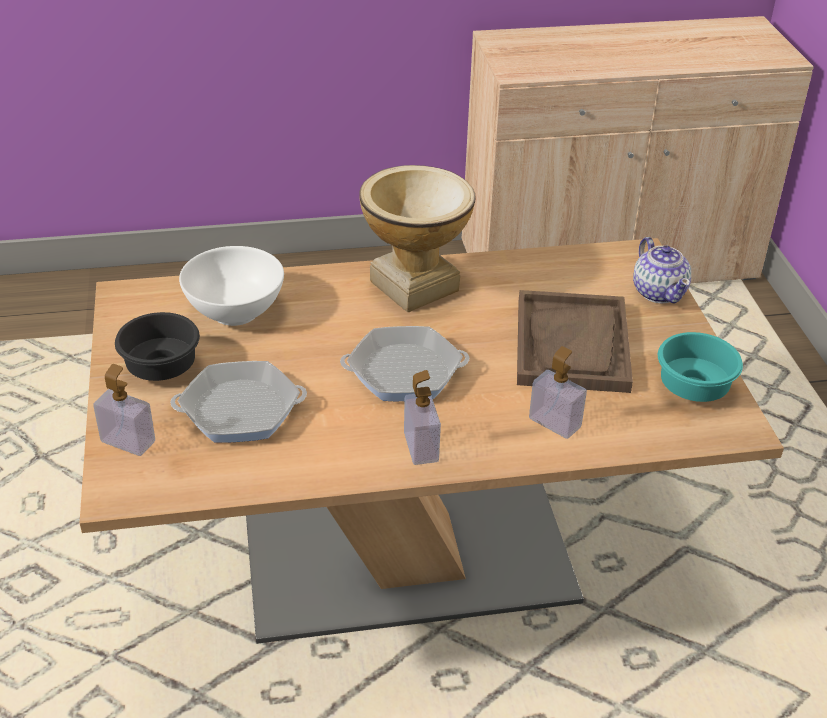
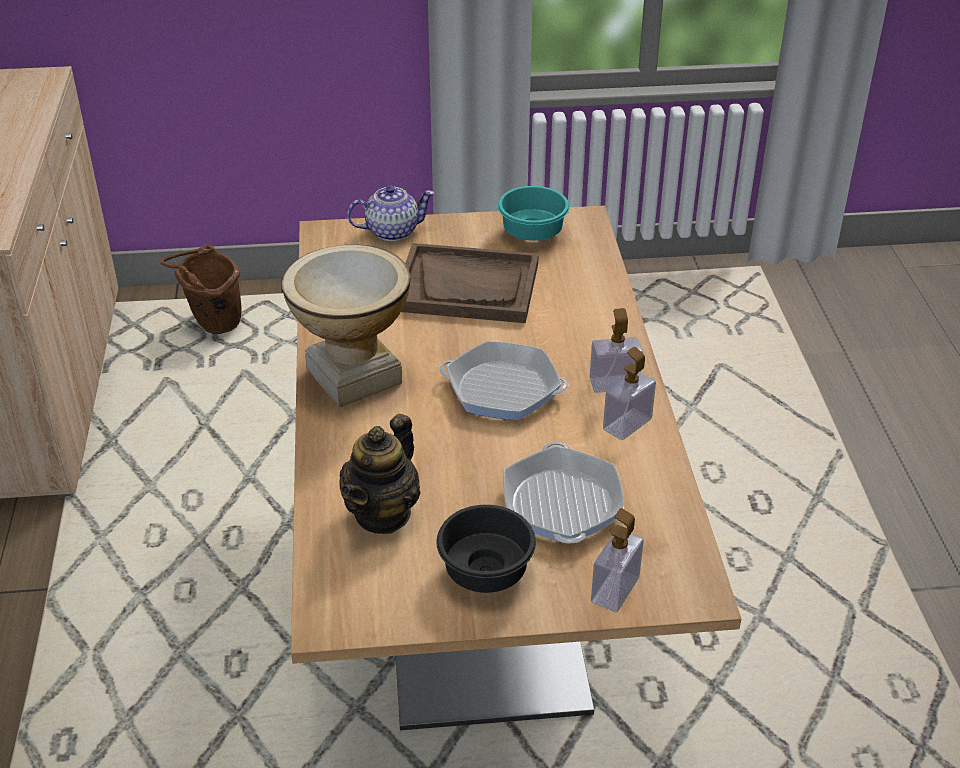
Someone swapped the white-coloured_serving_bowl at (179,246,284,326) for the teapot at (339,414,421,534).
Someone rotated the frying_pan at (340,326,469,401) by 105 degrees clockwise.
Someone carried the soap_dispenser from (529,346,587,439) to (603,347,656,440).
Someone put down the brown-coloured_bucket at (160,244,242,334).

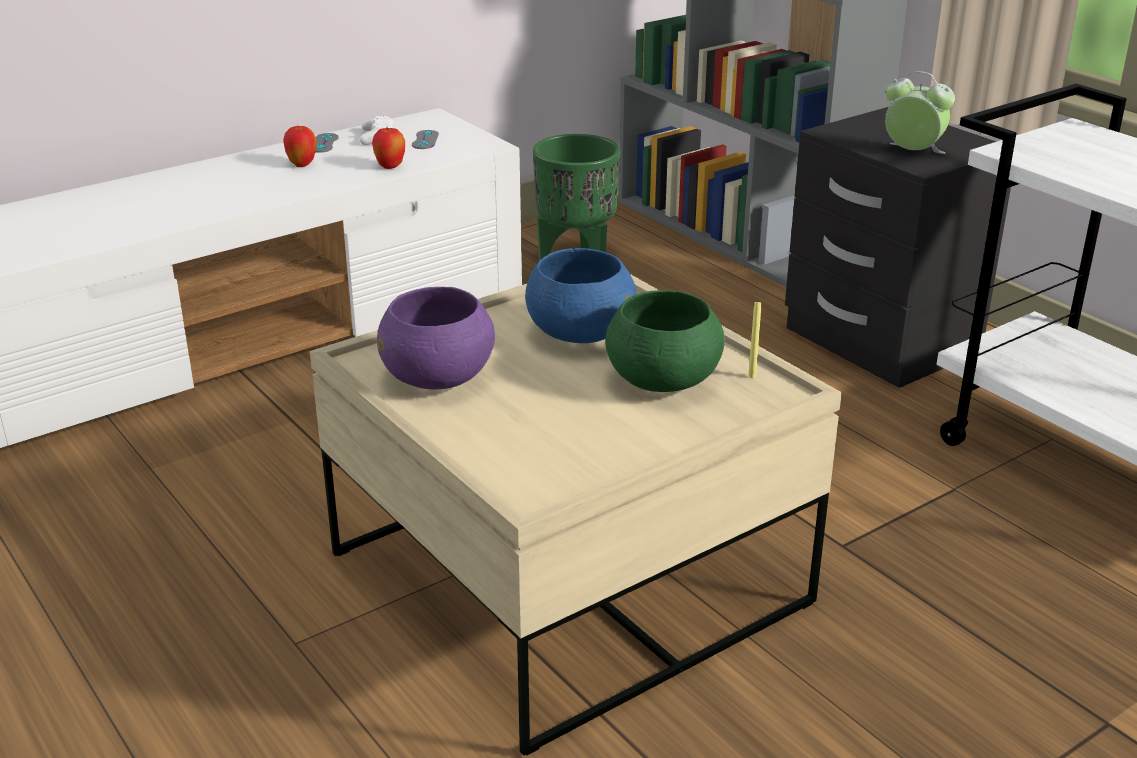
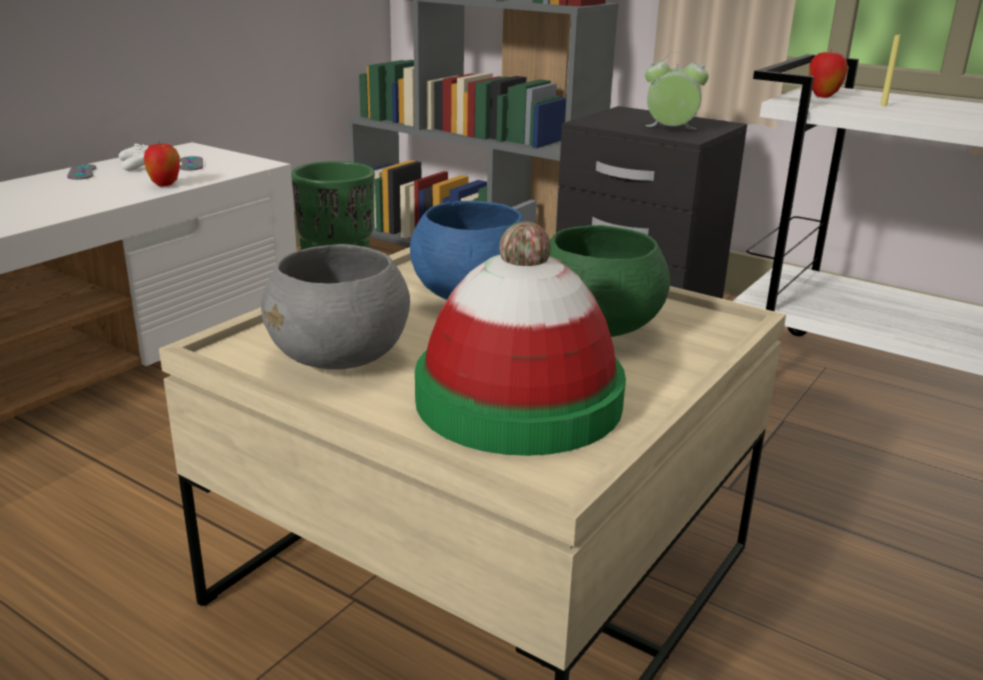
Someone carried the apple from (283,126,316,167) to (809,49,848,98).
Someone repainted the purple_serving_bowl at (377,287,495,389), which became the greyish_serving_bowl at (261,244,410,370).
Someone carried the yellowish_wax_light from (748,302,761,378) to (880,35,901,106).
Someone put down the wearable_hat at (415,221,626,456).

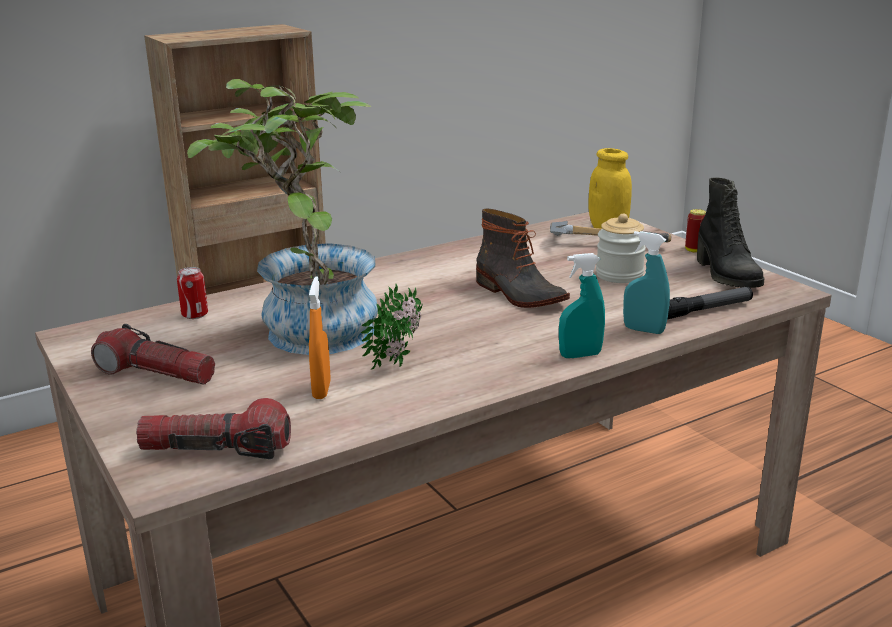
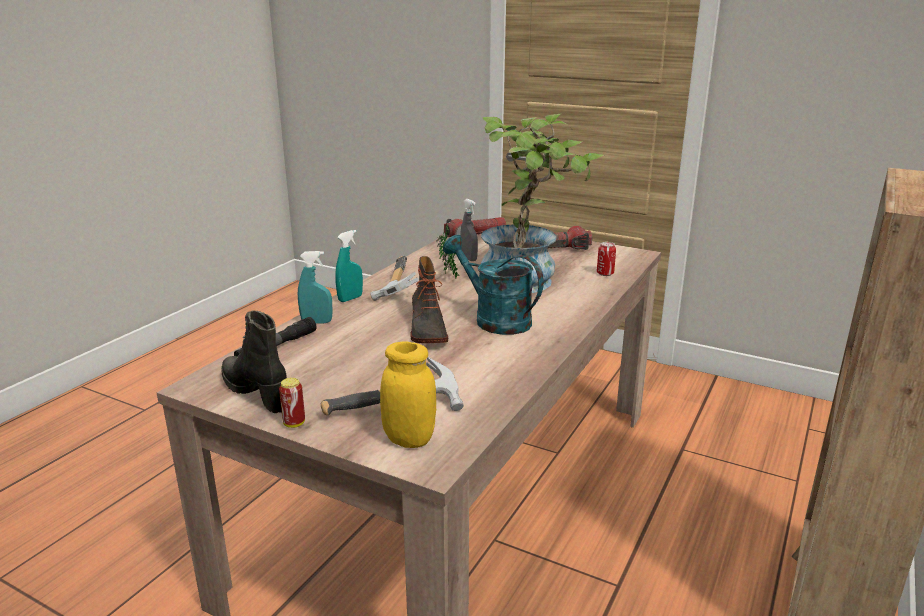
Someone repainted the orange_spray_bottle at (309,276,331,399), which became the greyish_spray_bottle at (460,199,478,261).
Someone rotated the tall_boot at (476,209,570,308) by 120 degrees counterclockwise.
Someone took away the storage_jar at (596,214,646,283).
Someone put down the hand_hammer at (370,256,419,301).
Someone put down the turquoise_sprinkling_can at (443,235,544,335).

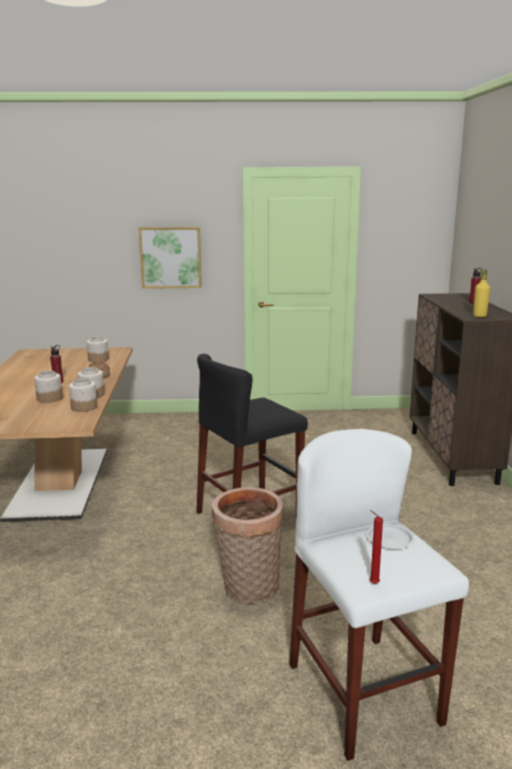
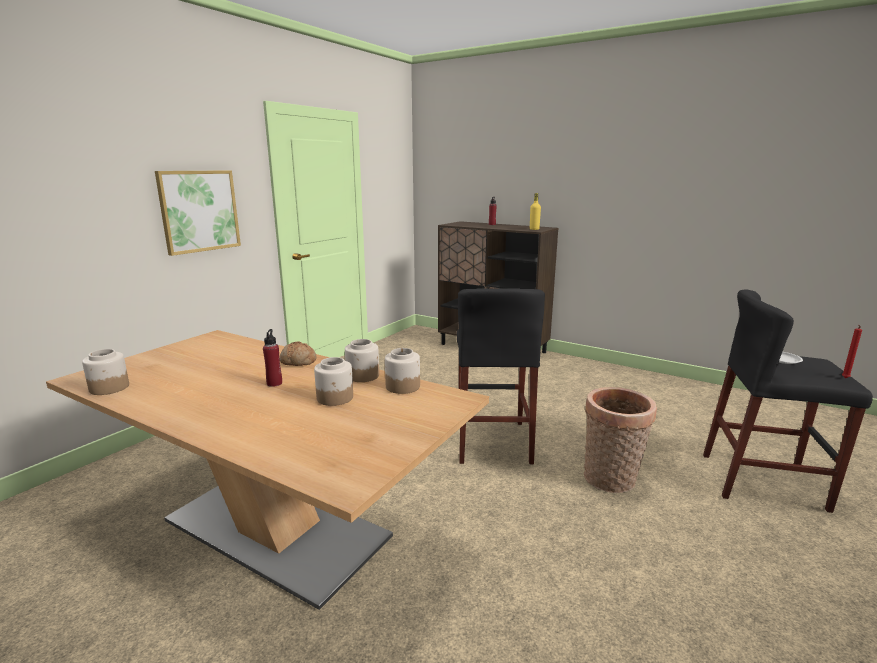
Someone carried the storage_jar from (86,337,109,362) to (82,349,129,395).
Someone repainted the white-coloured_sitting_stool at (289,429,469,761), which became the black-coloured_sitting_stool at (703,289,873,513).

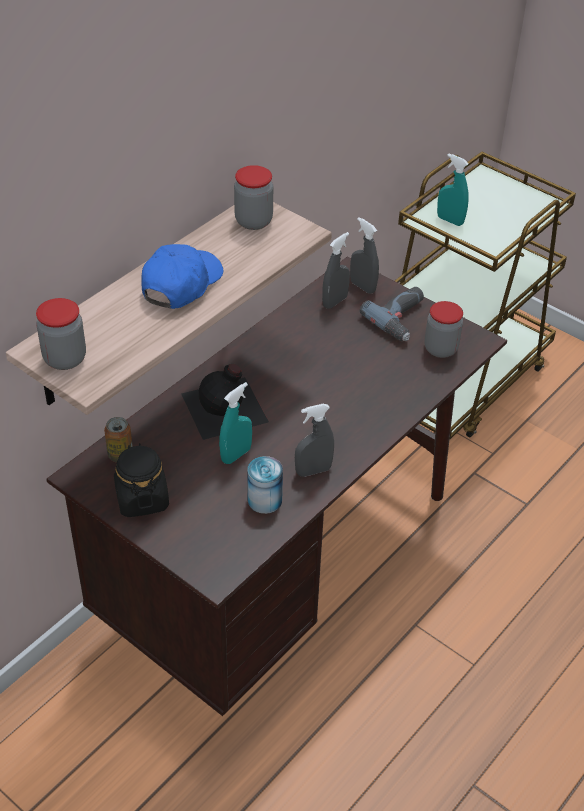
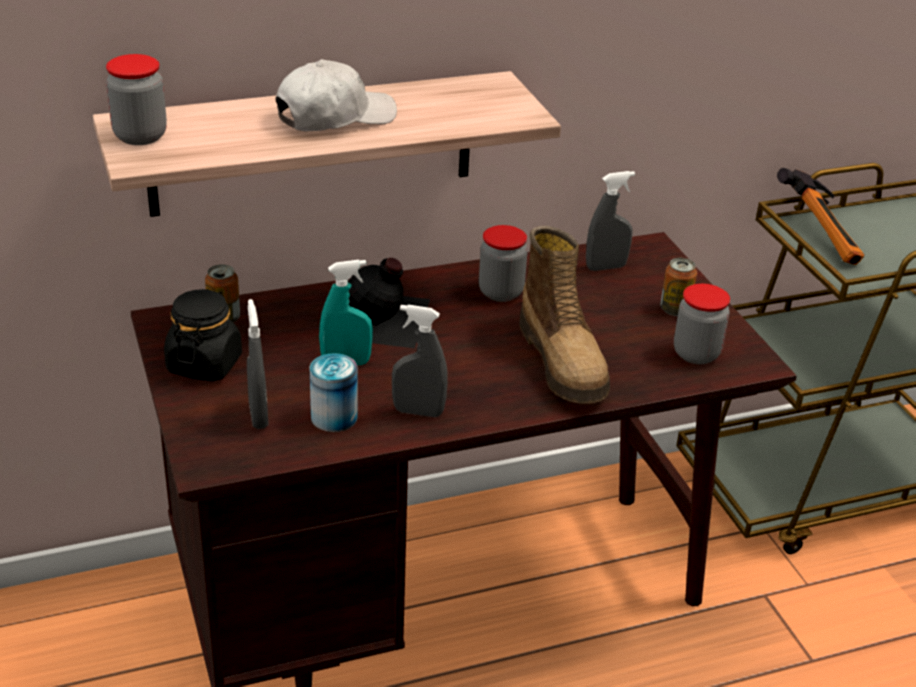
Someone repainted the blue_peaked_cap at (141,244,223,309), which became the white-coloured_peaked_cap at (275,59,397,132).
Someone carried the storage_jar from (234,165,273,230) to (479,225,528,302).
Someone carried the greyish_spray_bottle from (350,217,379,294) to (247,299,269,429).
Someone swapped the electric_drill at (359,287,424,341) for the sealed_can at (660,258,697,316).
Someone swapped the turquoise_spray_bottle at (437,153,469,226) for the hand_hammer at (777,168,864,265).
Someone put down the tall_boot at (519,226,610,404).

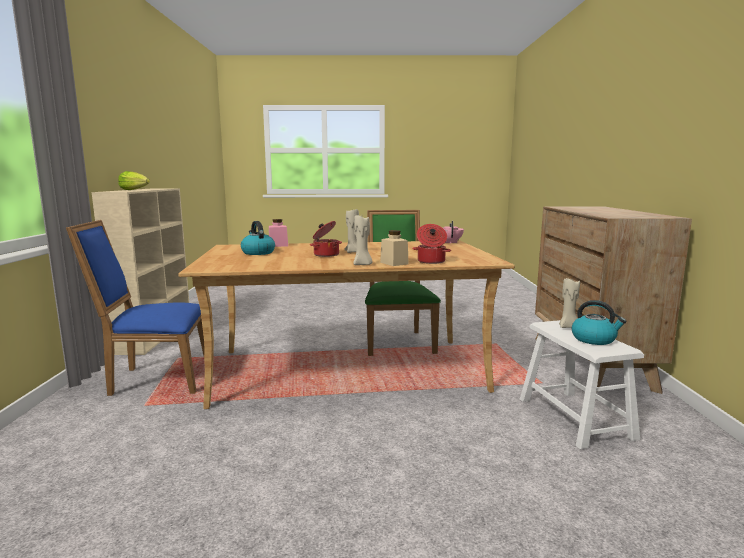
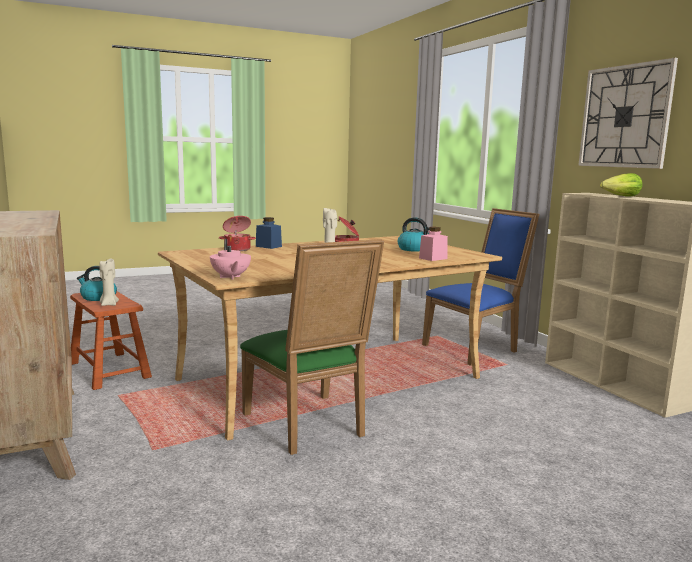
Someone took away the sand-coloured_wax_light at (353,215,372,265).
Someone repainted the sand-coloured_storage_jar at (380,230,409,266), which became the blue_storage_jar at (256,217,282,249).
Someone repainted the white-coloured_sitting_stool at (520,320,644,449), which became the brown-coloured_sitting_stool at (70,291,152,390).
Someone put up the wall_clock at (578,58,678,169).

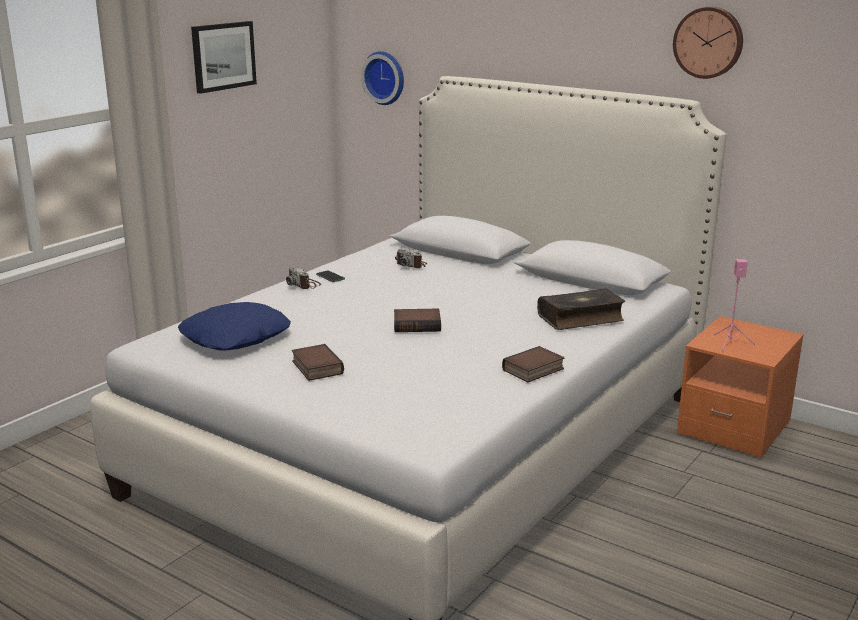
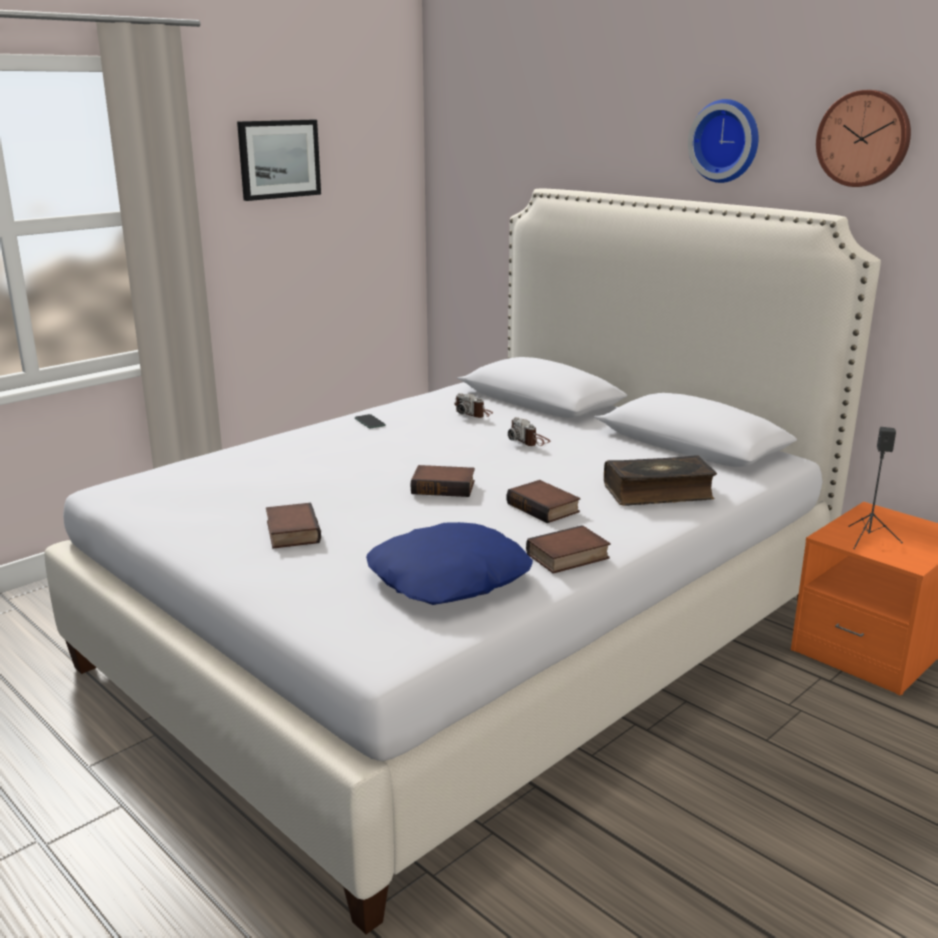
Someone carried the blue_pillow from (178,302,291,351) to (366,522,533,605).
Someone carried the still_camera from (286,267,321,289) to (508,417,550,446).
Someone carried the wall_clock from (361,51,404,105) to (688,99,758,183).
Someone repainted the pinkish_speaker at (714,259,755,352), which became the black-coloured_speaker at (848,427,903,549).
Someone put down the book at (506,480,580,523).

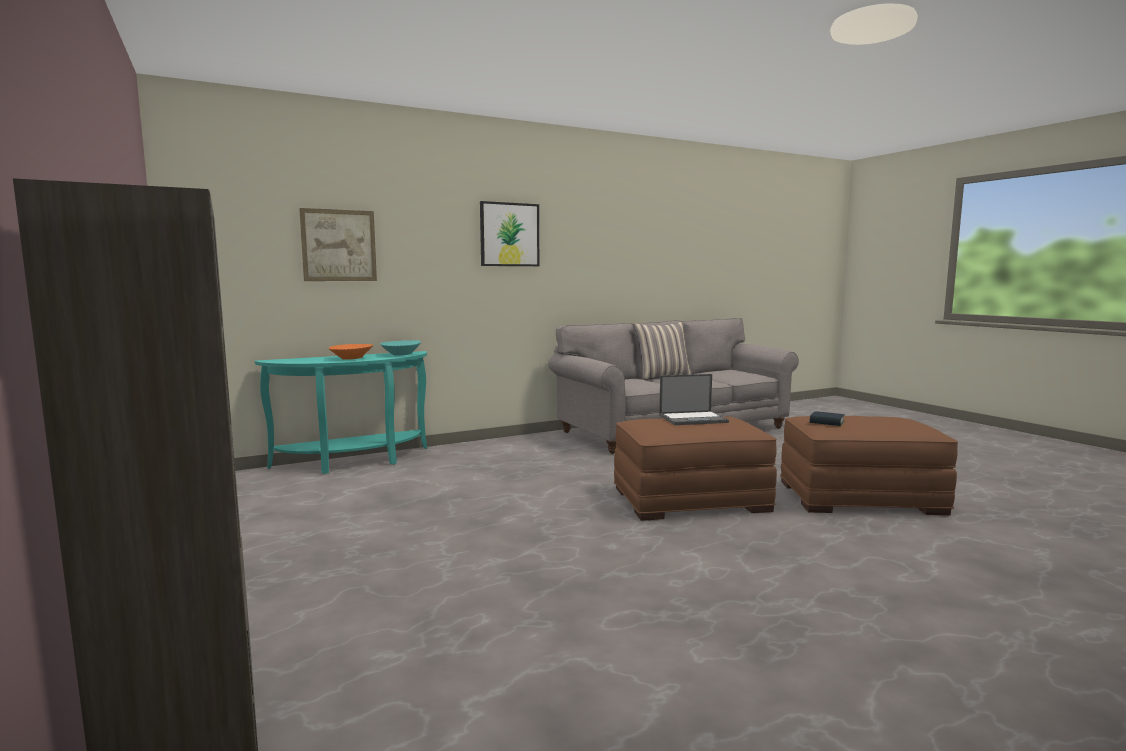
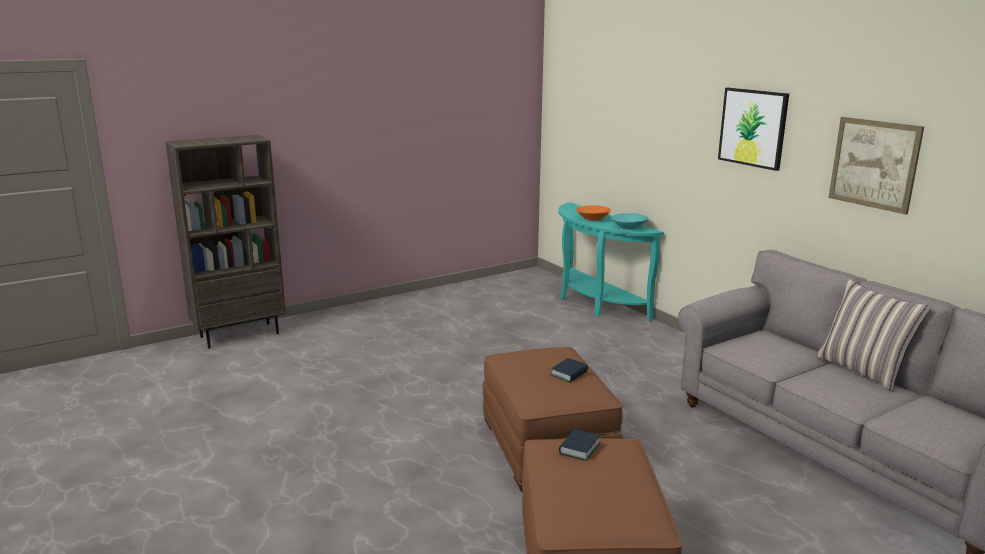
Someone carried the wall_picture from (299,208,377,281) to (828,117,924,215).
Someone swapped the portable_computer at (659,374,729,425) for the book at (551,358,588,382).

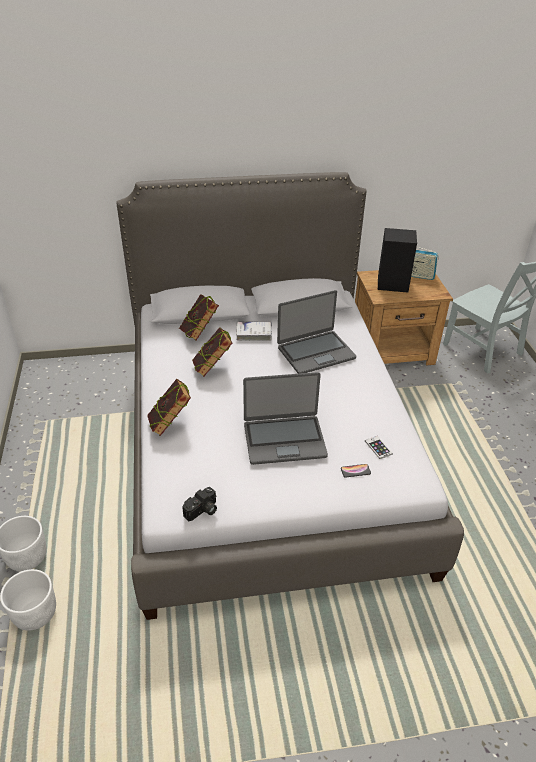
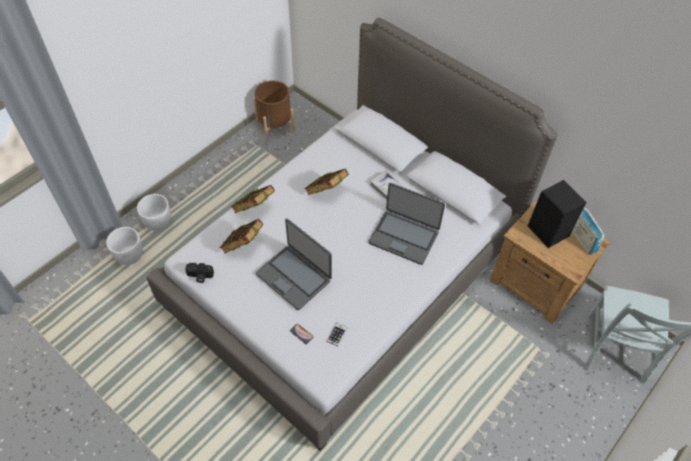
Someone carried the book from (179,294,219,340) to (220,219,264,254).
Someone put down the brown-coloured_planter at (253,80,295,140).

